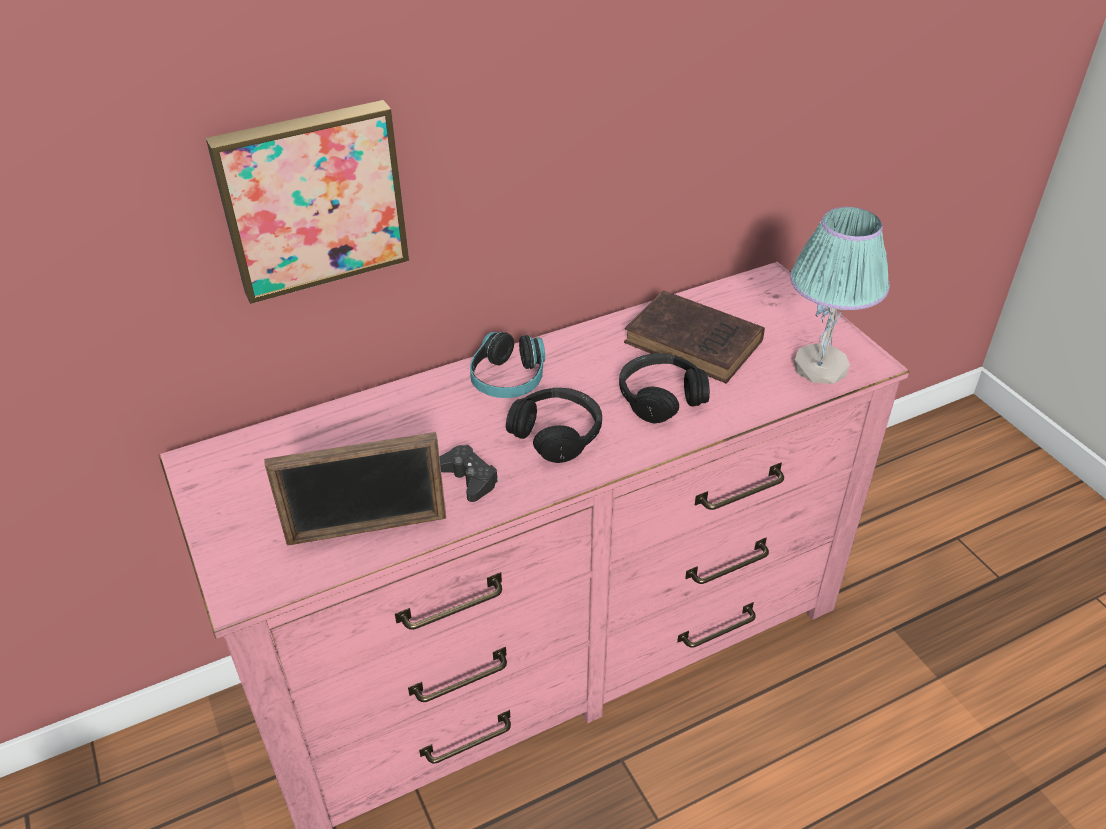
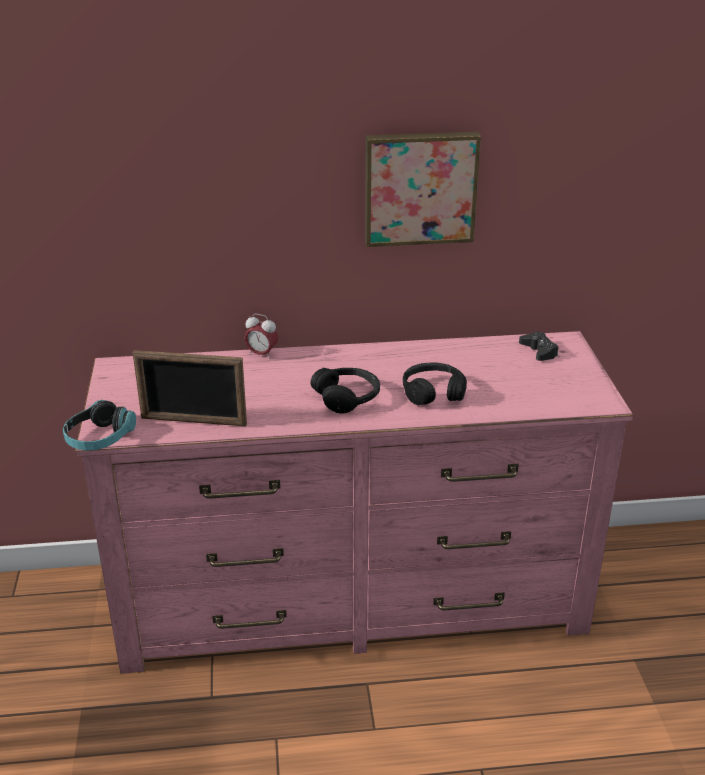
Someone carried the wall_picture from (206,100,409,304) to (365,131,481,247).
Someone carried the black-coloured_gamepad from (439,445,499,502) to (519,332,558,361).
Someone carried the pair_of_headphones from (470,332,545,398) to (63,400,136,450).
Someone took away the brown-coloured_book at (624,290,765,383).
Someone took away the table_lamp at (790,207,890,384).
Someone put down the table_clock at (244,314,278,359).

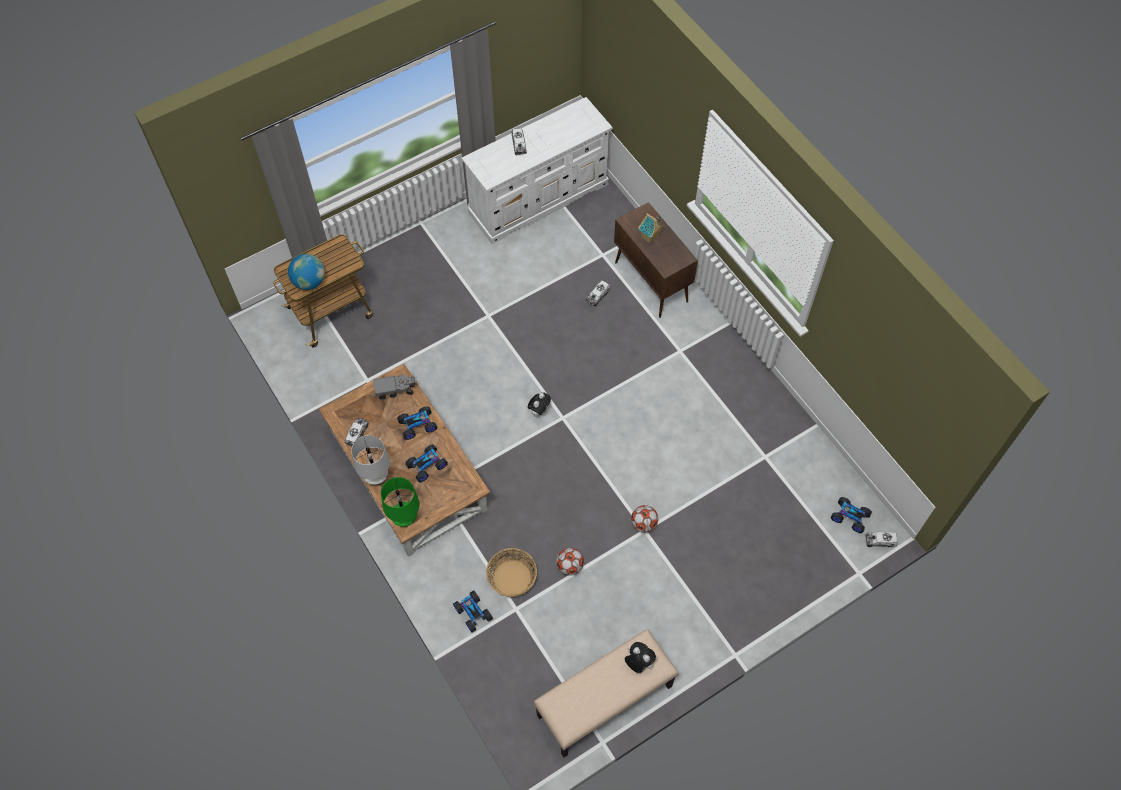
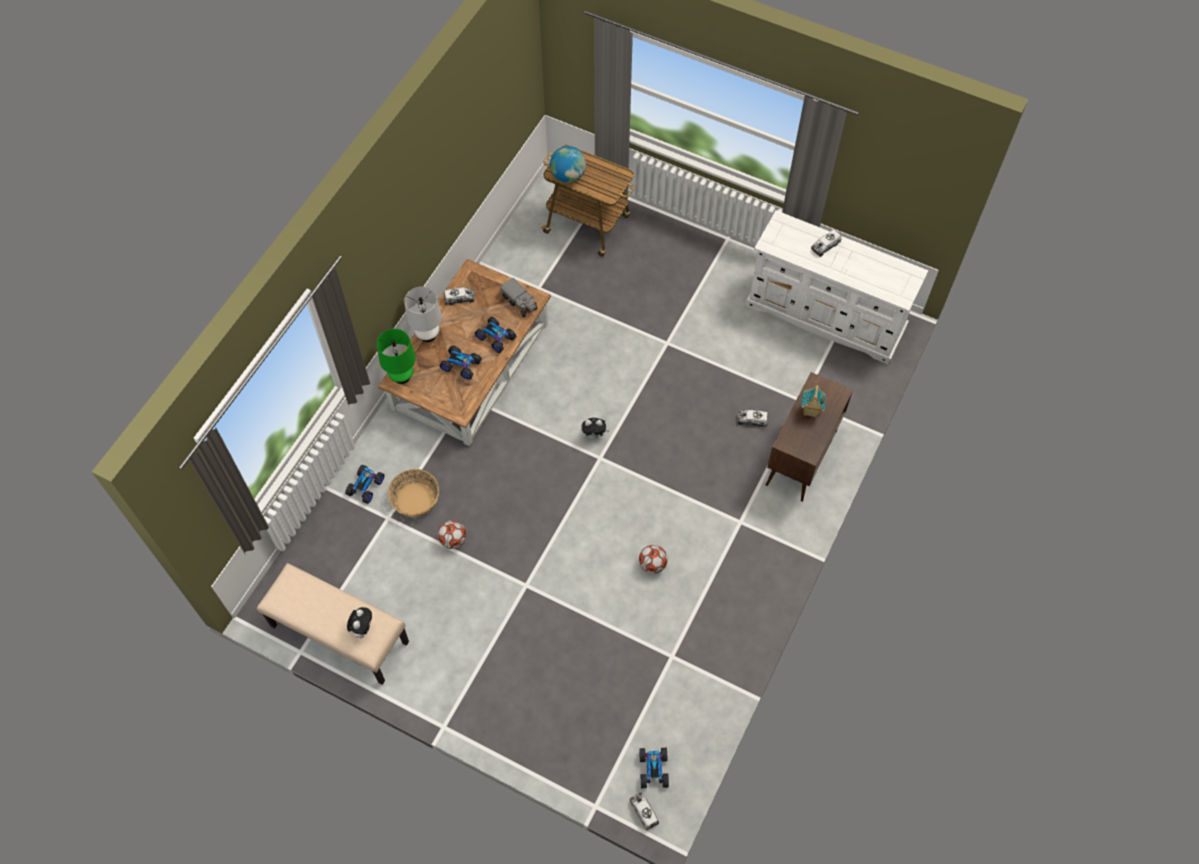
Someone carried the football_ball from (631,505,658,532) to (639,545,668,574).

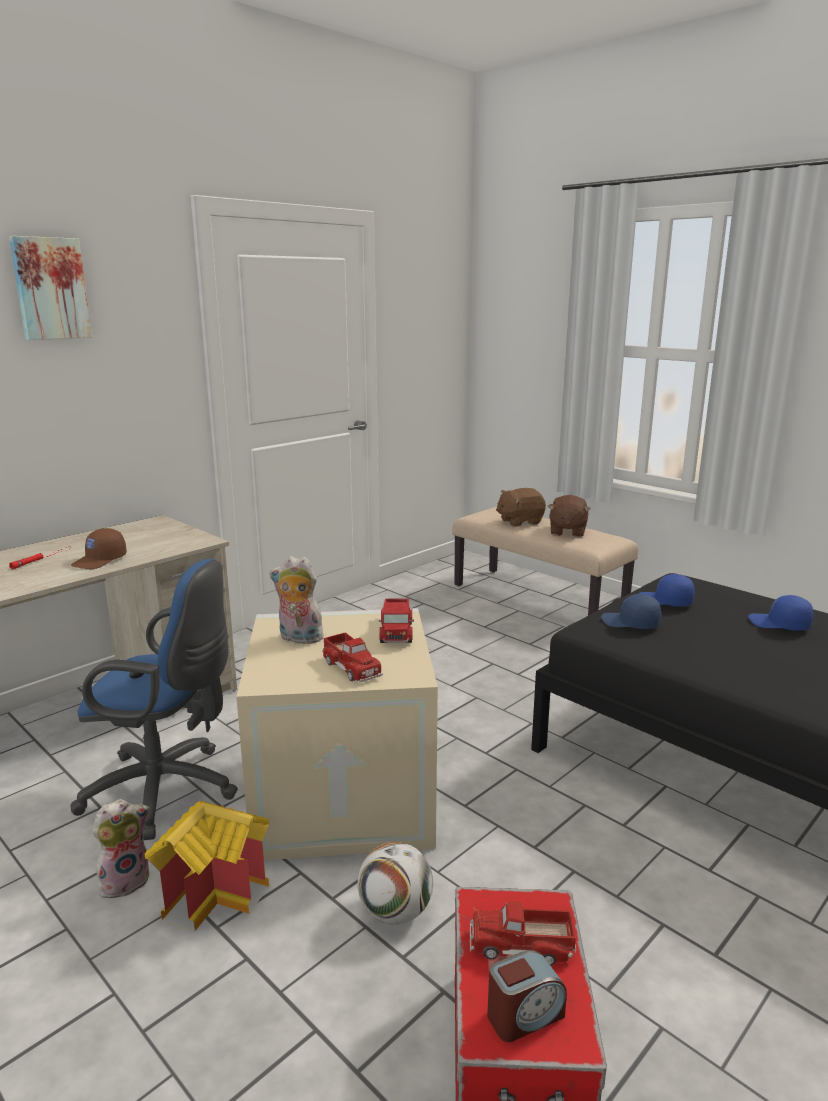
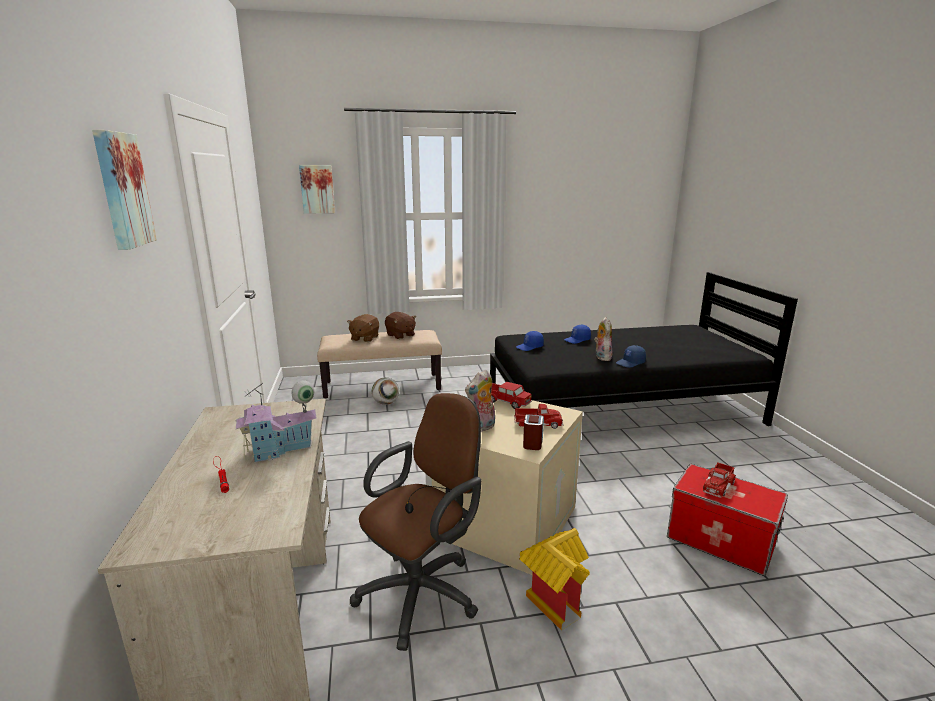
Someone repainted the blue_office_chair at (70,559,238,840), which became the brown-coloured_office_chair at (350,393,481,651).
Someone swapped the brown-coloured_peaked_cap at (71,528,127,569) for the miniature_house at (236,380,316,462).
Someone carried the cuddly_toy from (92,799,150,898) to (594,317,612,361).
Someone carried the football_ball from (357,842,433,925) to (372,377,399,405).
Someone carried the table_clock from (487,950,567,1042) to (523,414,544,450).
Someone carried the blue_peaked_cap from (601,594,661,629) to (616,345,646,368).
Someone put up the wall_picture at (299,165,335,214).

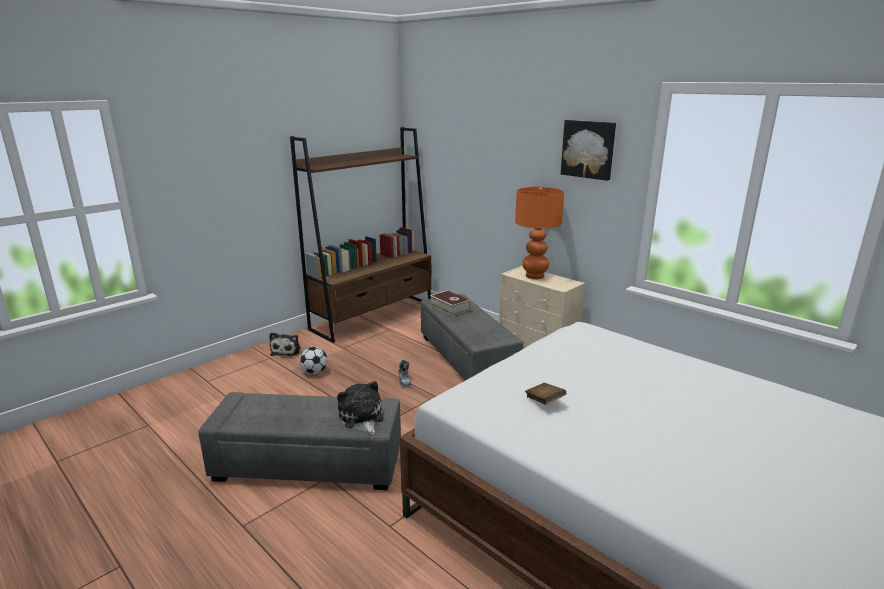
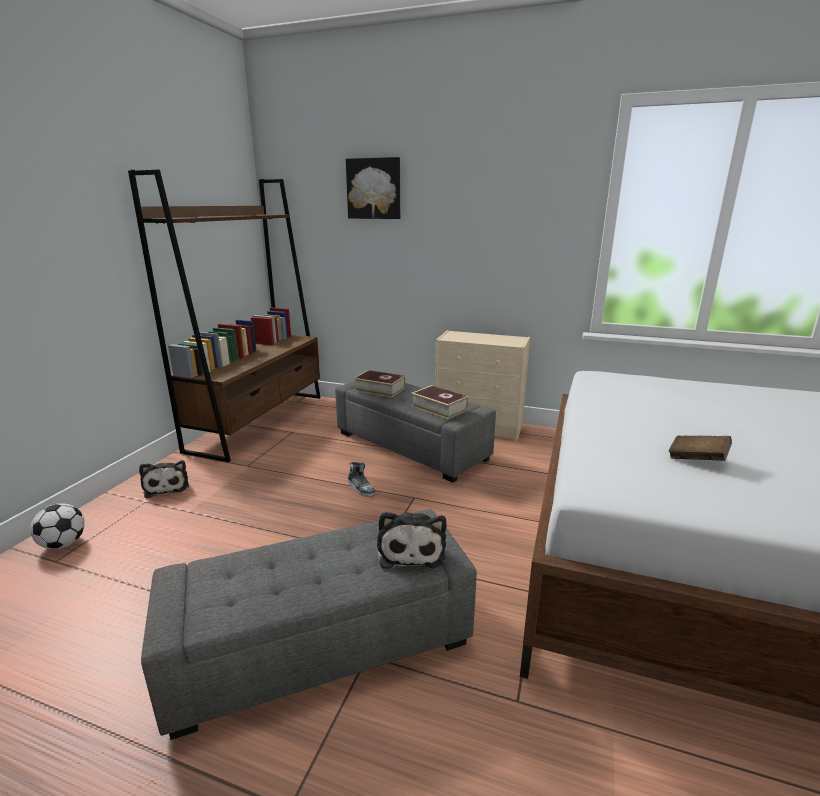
Someone carried the football_ball from (299,347,327,374) to (30,503,85,549).
Someone rotated the cuddly_toy at (337,381,384,434) by 135 degrees counterclockwise.
Someone took away the orange_table_lamp at (515,187,564,279).
Someone carried the wall_picture from (561,120,616,181) to (346,157,400,219).
Someone put down the book at (411,385,469,420).

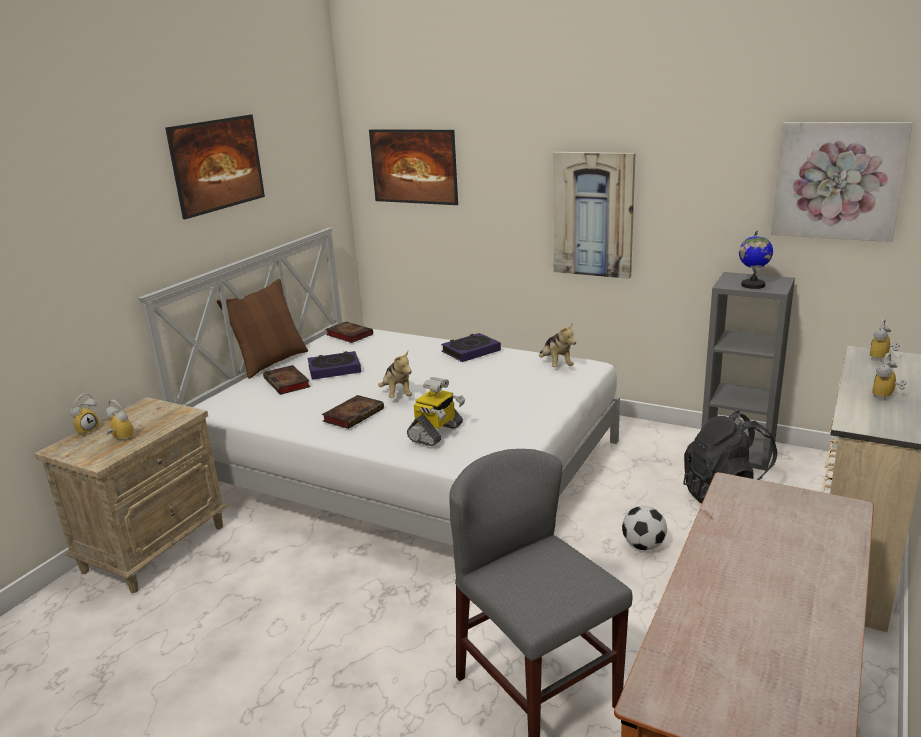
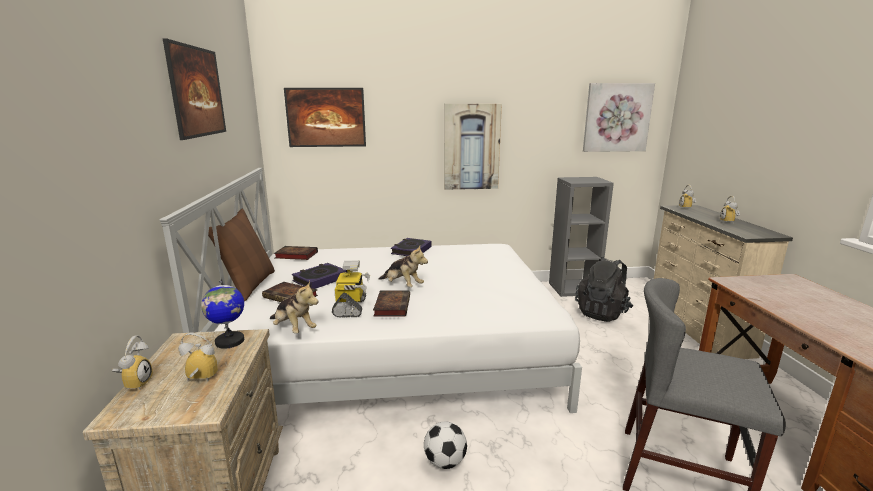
Someone carried the model_robot from (407,377,465,446) to (332,260,370,317).
Someone carried the cuddly_toy from (539,322,576,367) to (270,281,318,334).
Someone carried the football_ball from (622,506,667,550) to (424,421,467,469).
Someone carried the world_globe from (739,230,773,289) to (201,279,244,349).

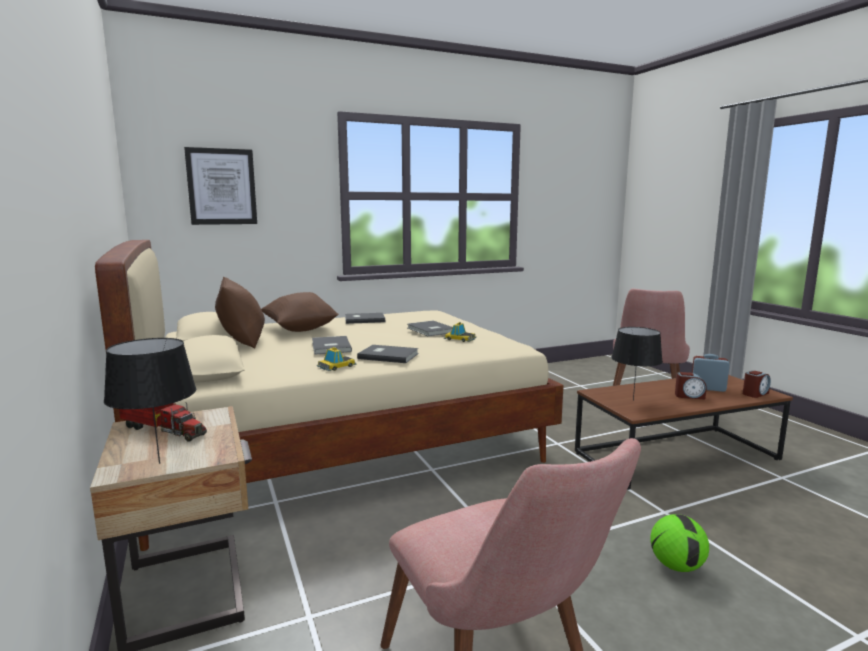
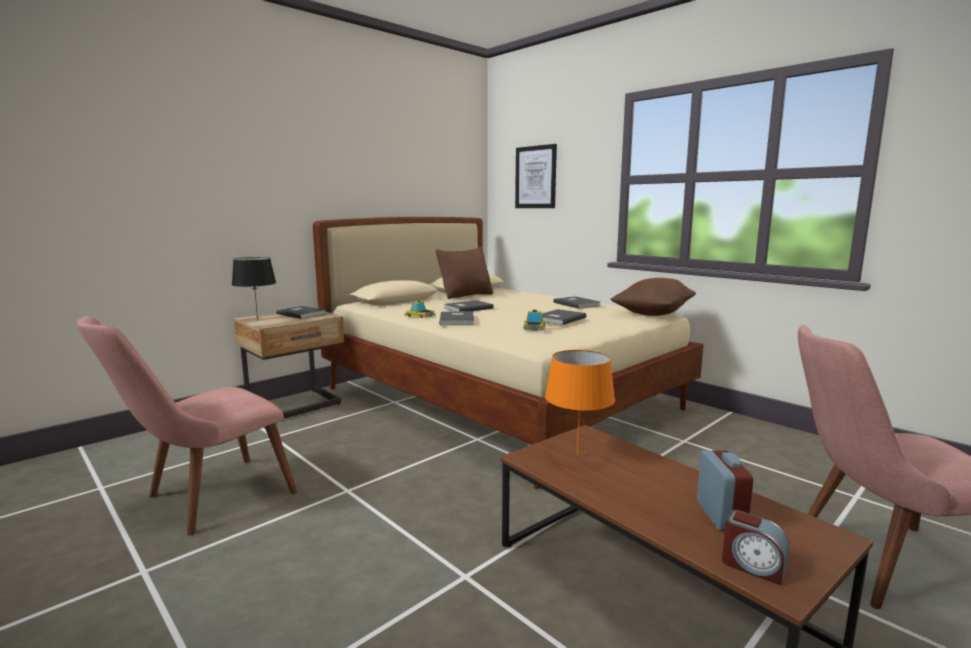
Someone swapped the toy_truck at (119,402,207,442) for the greyish_book at (276,306,325,319).
Someone carried the brown-coloured_pillow from (261,292,339,332) to (610,278,696,316).
Someone repainted the black-coloured_table_lamp at (611,327,663,401), which became the orange_table_lamp at (545,350,615,456).
Someone took away the football_ball at (651,514,709,572).
Someone took away the table_clock at (675,372,707,400).

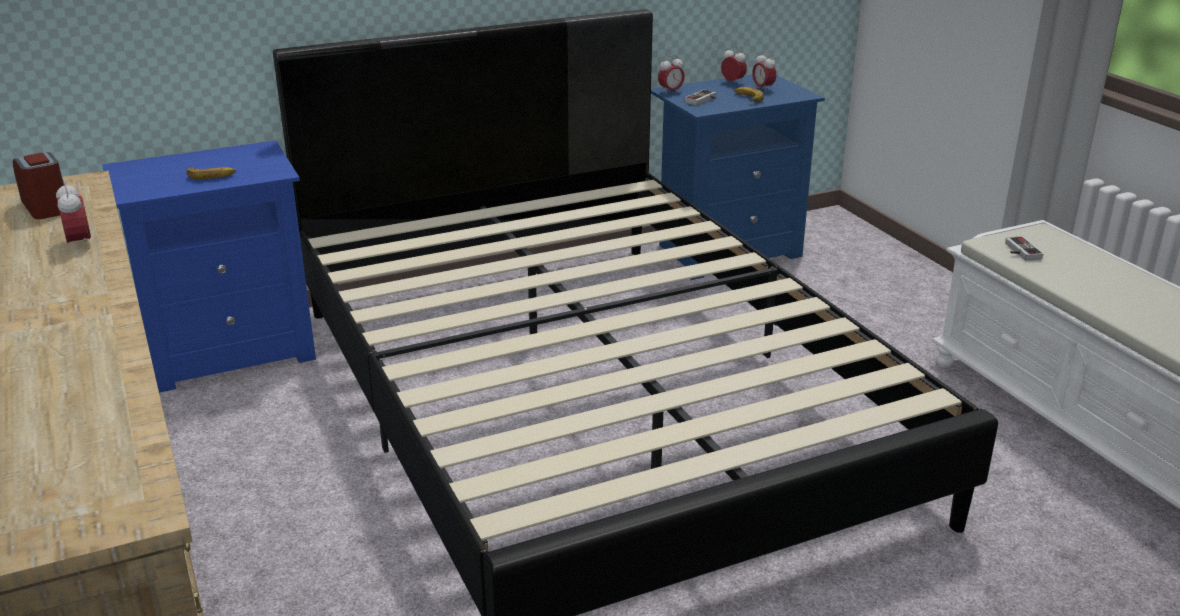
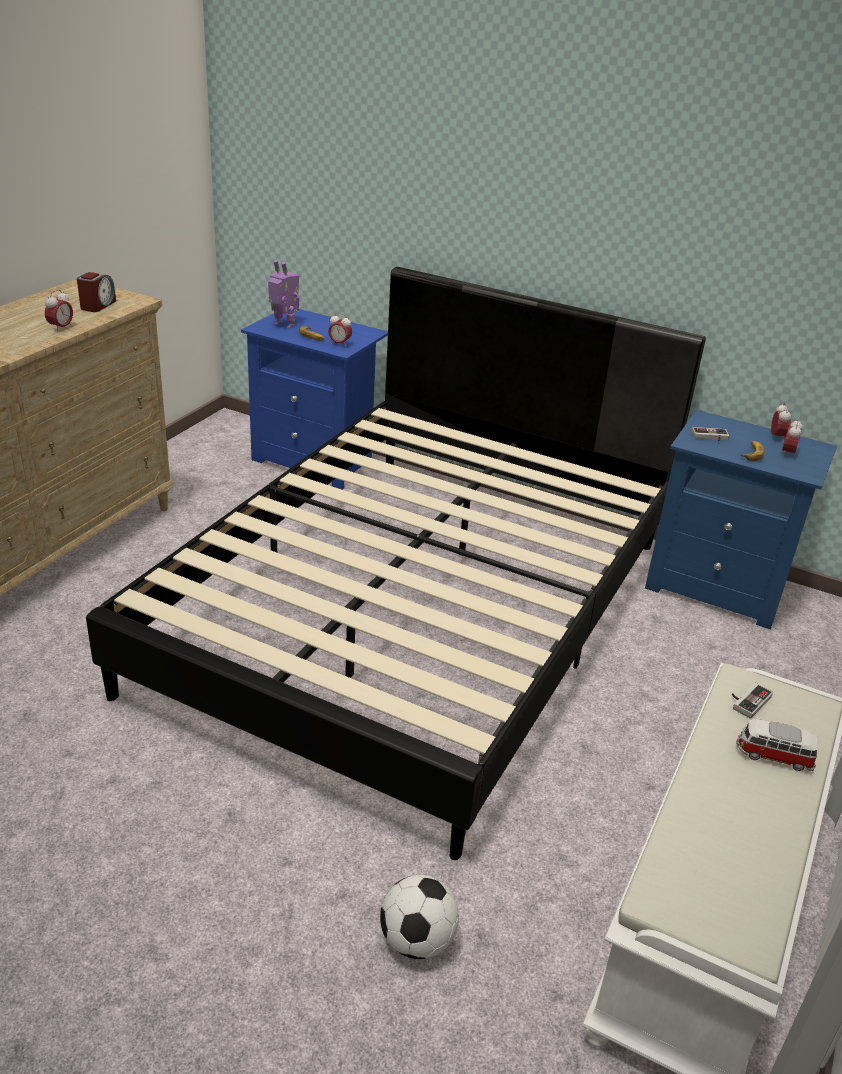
Someone carried the table_clock from (658,55,685,94) to (329,313,352,347).
Someone put down the model_robot at (268,260,299,329).
Someone put down the football_ball at (380,875,459,959).
Someone put down the miniature_car at (737,719,818,771).

